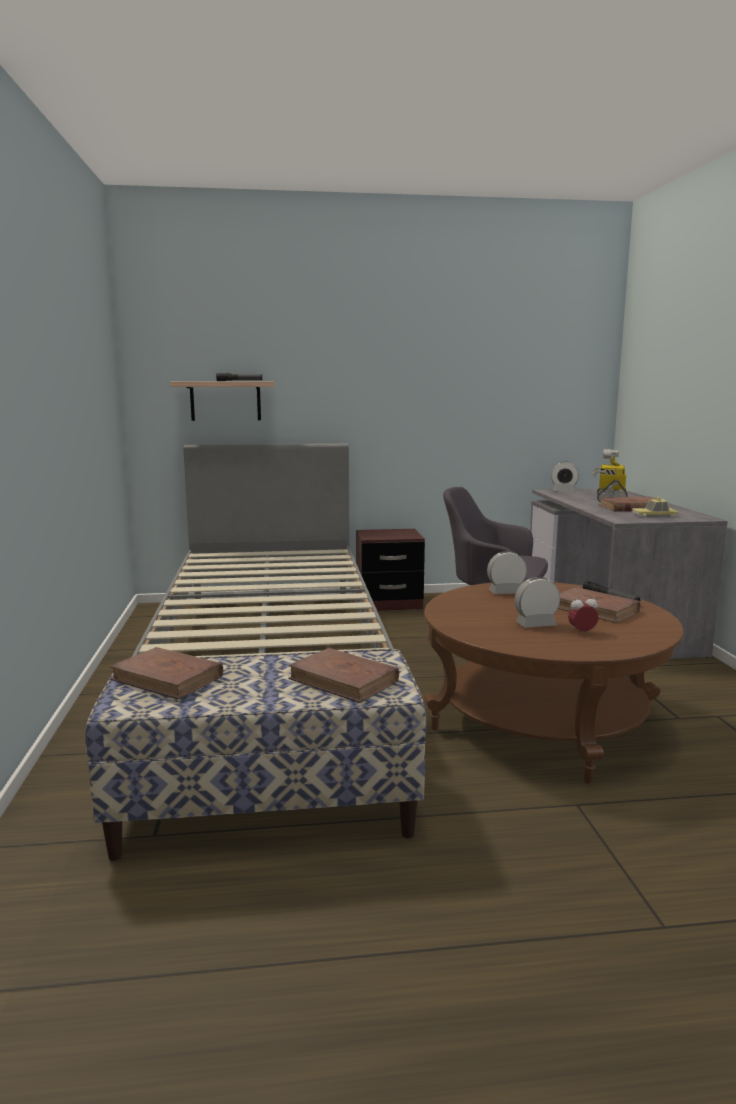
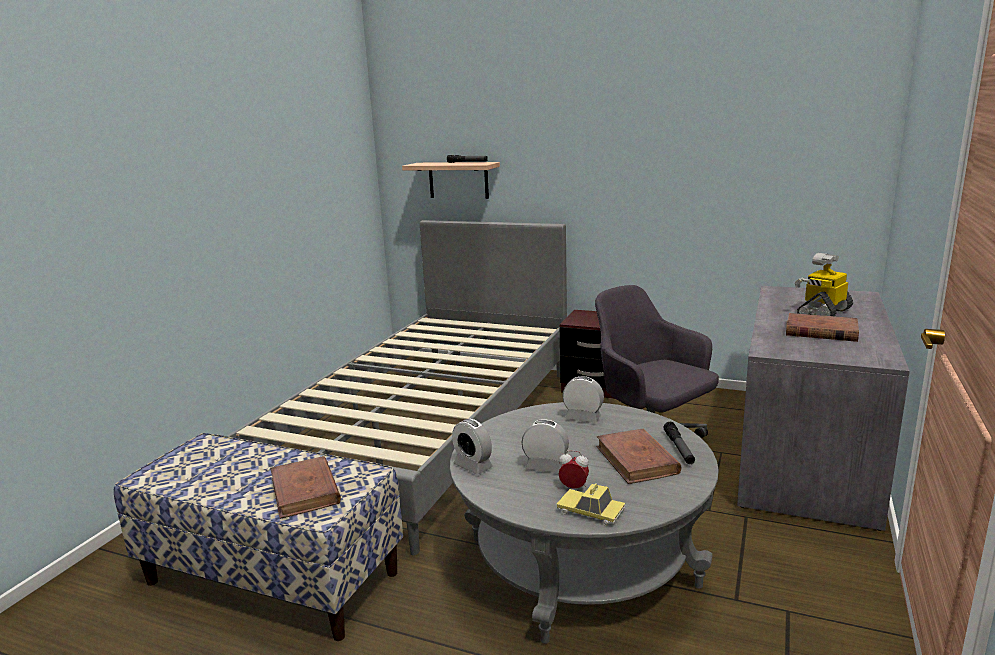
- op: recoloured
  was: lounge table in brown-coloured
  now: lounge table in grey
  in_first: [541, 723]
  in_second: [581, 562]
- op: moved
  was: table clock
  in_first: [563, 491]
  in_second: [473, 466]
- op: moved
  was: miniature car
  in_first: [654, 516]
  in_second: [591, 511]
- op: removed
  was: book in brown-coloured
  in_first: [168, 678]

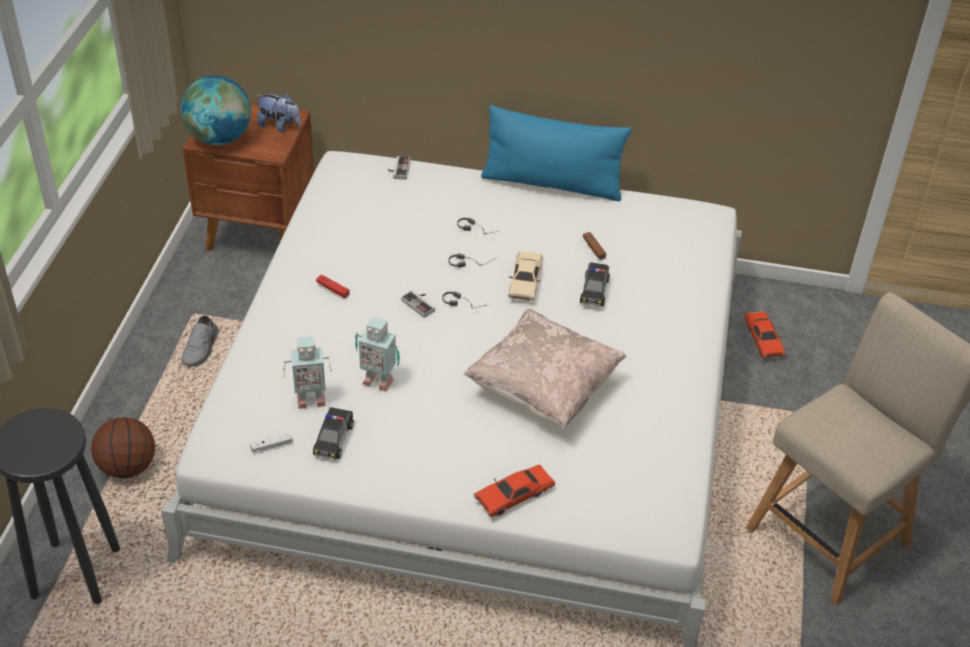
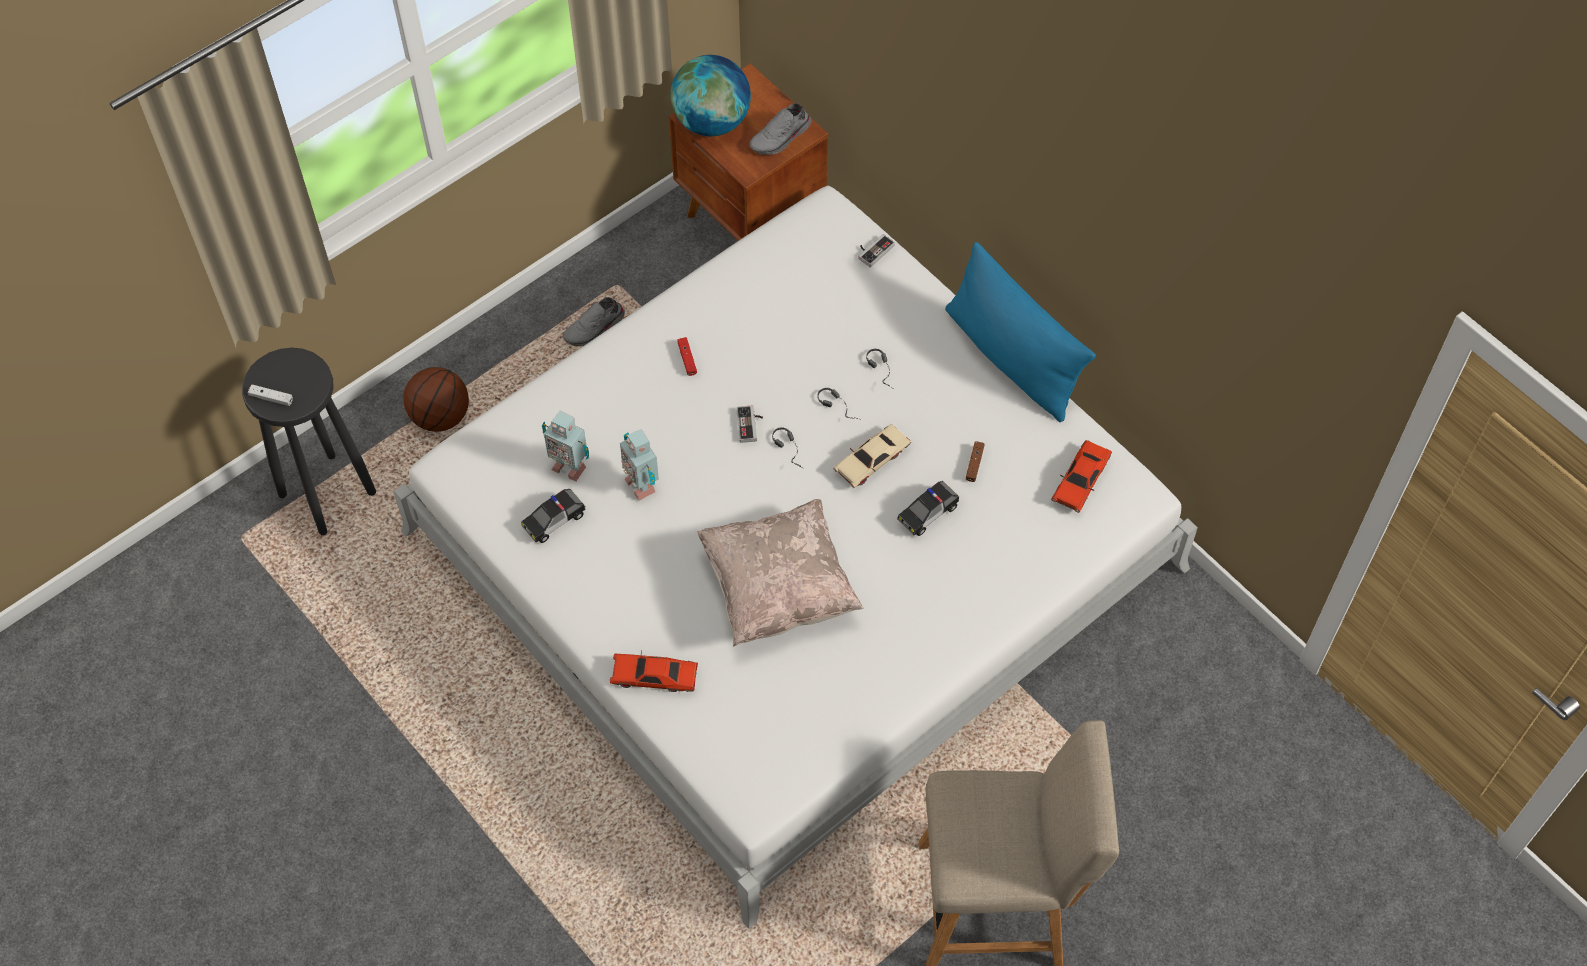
- op: moved
  was: game controller in white
  in_first: [271, 446]
  in_second: [271, 398]
- op: replaced
  was: plush toy
  now: low shoe in grey
  in_first: [279, 126]
  in_second: [781, 138]
- op: moved
  was: miniature car in reddish
  in_first: [763, 340]
  in_second: [1080, 481]

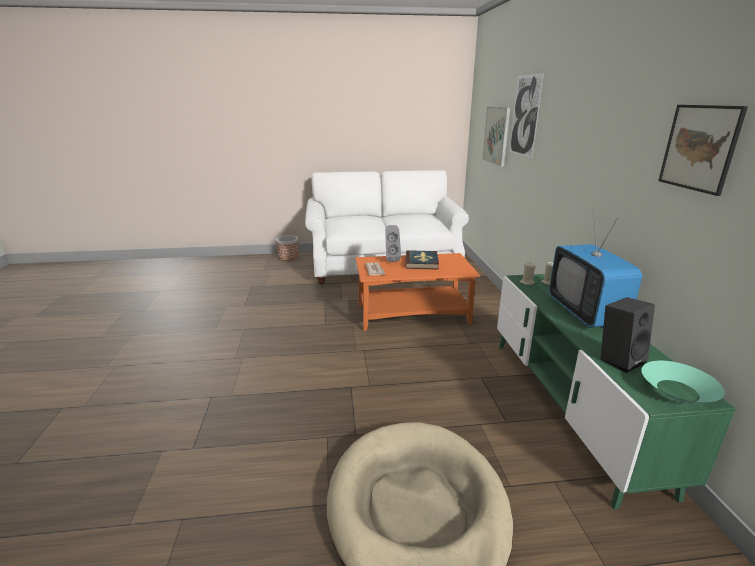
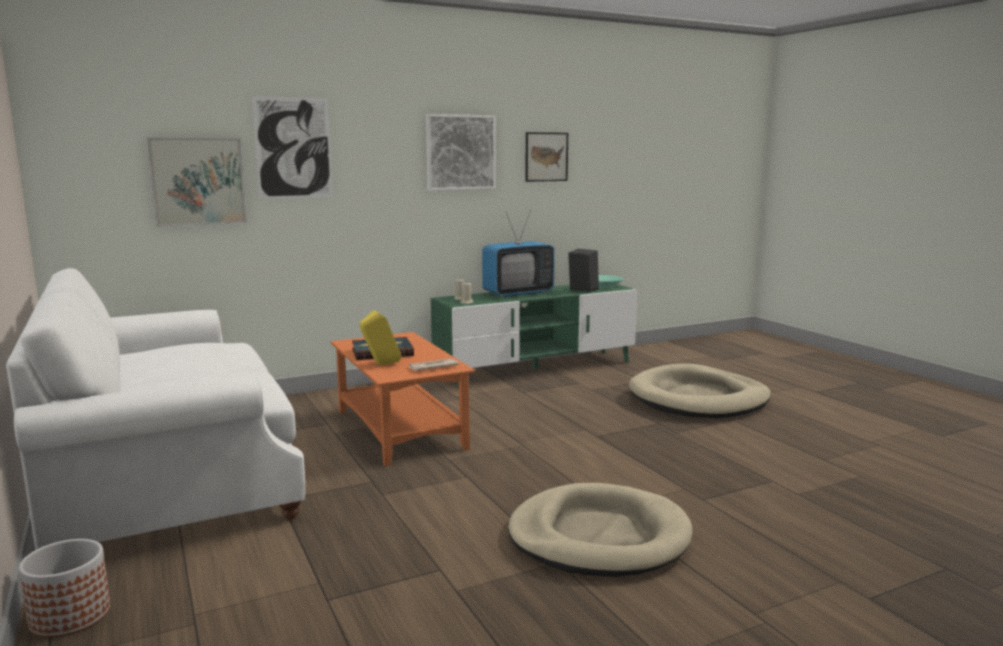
- op: recoloured
  was: loudspeaker in grey
  now: loudspeaker in yellow
  in_first: [391, 259]
  in_second: [380, 365]
- op: added
  now: picture
  in_second: [460, 152]
- op: added
  now: dog bed in beige-coloured
  in_second: [598, 537]

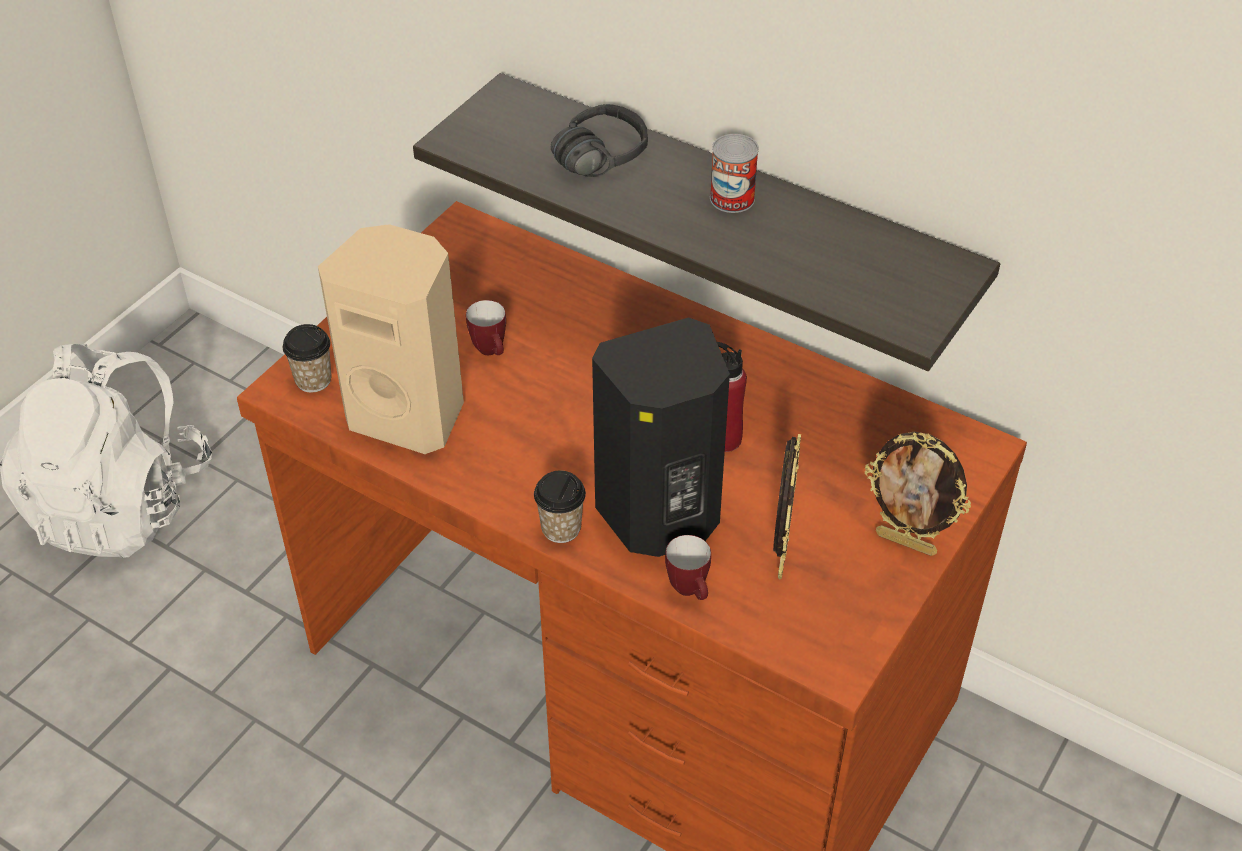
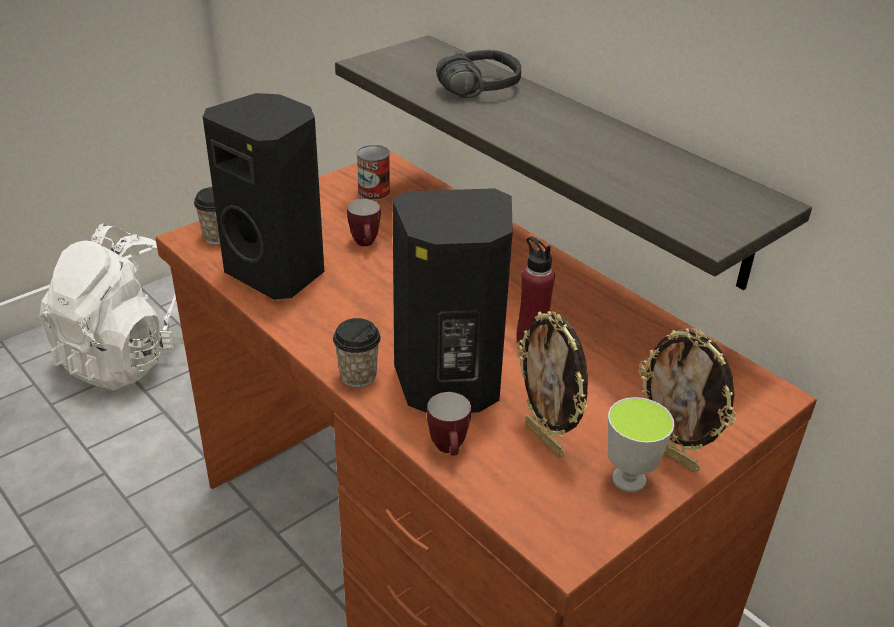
- op: recoloured
  was: loudspeaker in beige-coloured
  now: loudspeaker in black
  in_first: [409, 414]
  in_second: [278, 272]
- op: moved
  was: sealed can
  in_first: [732, 198]
  in_second: [374, 192]
- op: turned
  was: standing frame
  in_first: [780, 555]
  in_second: [546, 439]
  clockwise: 120
- op: added
  now: small cup
  in_second: [629, 479]

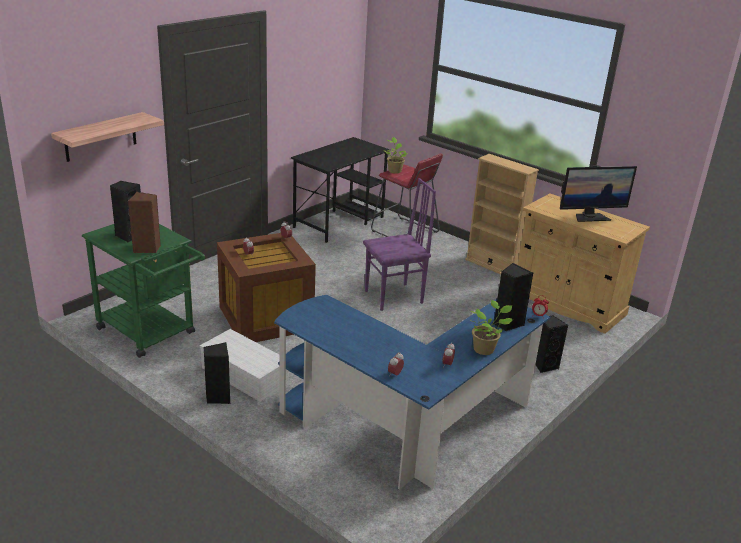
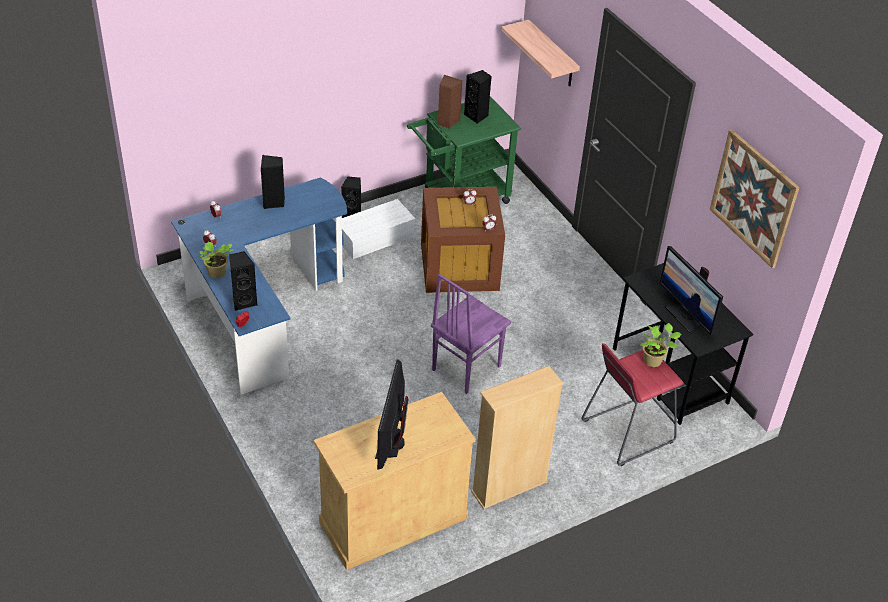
- op: moved
  was: loudspeaker in black
  in_first: [544, 365]
  in_second: [274, 202]
- op: turned
  was: chair in purple
  in_first: [394, 297]
  in_second: [465, 368]
  clockwise: 45
- op: added
  now: computer screen
  in_second: [685, 316]
- op: added
  now: picture
  in_second: [753, 198]

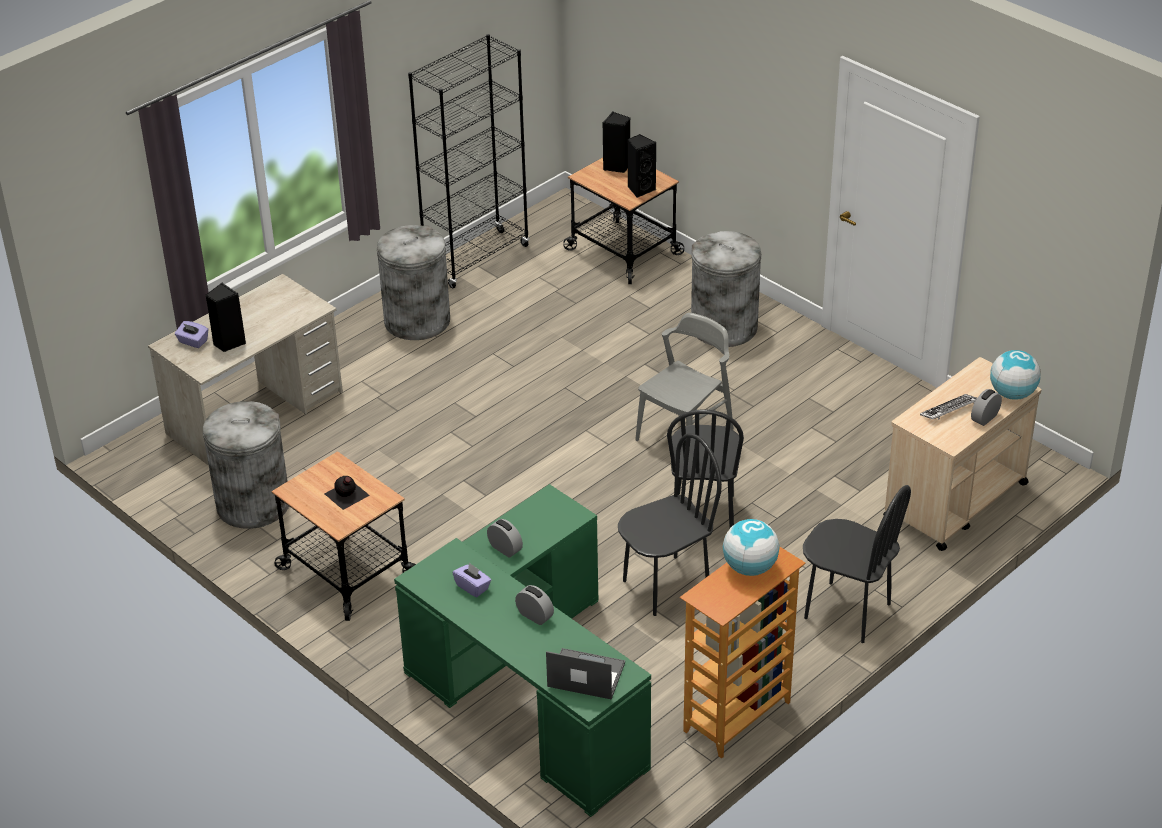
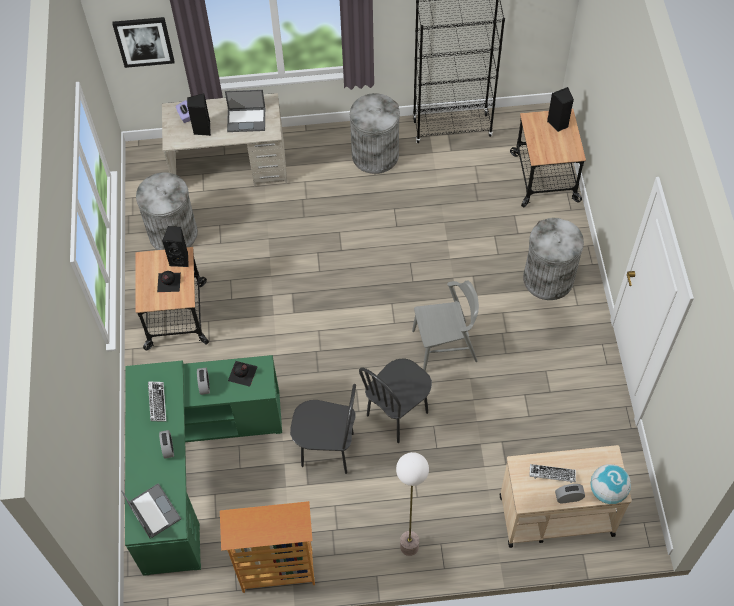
- op: added
  now: picture
  in_second: [144, 41]
- op: replaced
  was: tissue holder in purple
  now: PC keyboard
  in_first: [472, 587]
  in_second: [157, 403]
- op: moved
  was: loudspeaker in black
  in_first: [640, 189]
  in_second: [180, 259]
- op: added
  now: laptop
  in_second: [247, 119]
- op: added
  now: beverage bottle in black
  in_second: [243, 374]
- op: replaced
  was: chair in black
  now: standing lamp
  in_first: [847, 611]
  in_second: [409, 547]
- op: removed
  was: desk globe
  in_first: [749, 568]

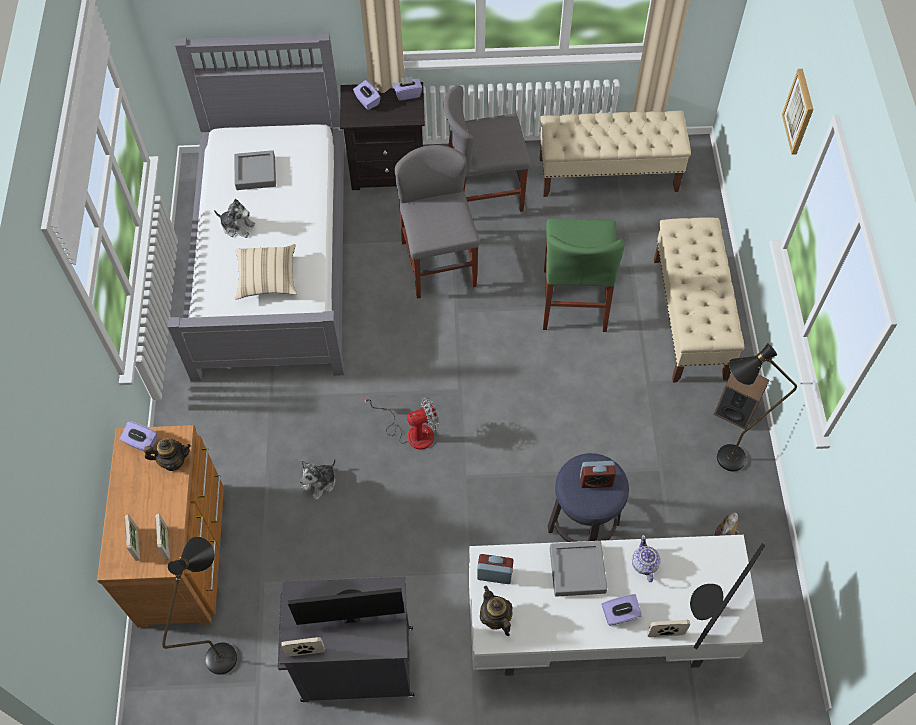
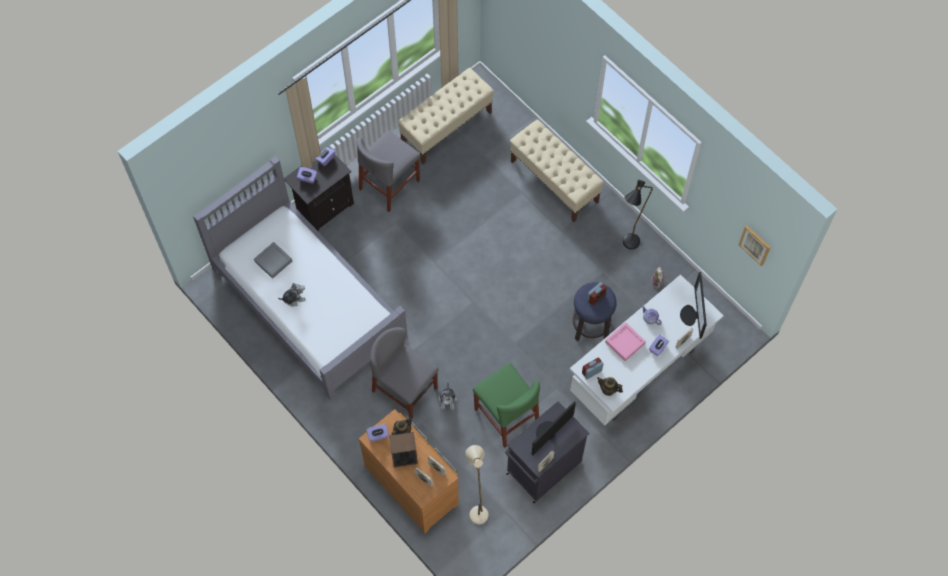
- op: moved
  was: chair in grey
  in_first: [439, 264]
  in_second: [405, 389]
- op: moved
  was: loudspeaker
  in_first: [734, 411]
  in_second: [404, 456]
- op: recoloured
  was: standing lamp in black
  now: standing lamp in beige-coloured
  in_first: [227, 648]
  in_second: [477, 508]
- op: moved
  was: chair in greenish
  in_first: [574, 299]
  in_second: [506, 416]
- op: recoloured
  was: carrying tray in grey
  now: carrying tray in pink
  in_first: [577, 570]
  in_second: [625, 343]
- op: moved
  was: picture
  in_first: [799, 112]
  in_second: [755, 245]
- op: removed
  was: cushion in beige-coloured
  in_first: [267, 278]
- op: removed
  was: electric fan
  in_first: [411, 432]

